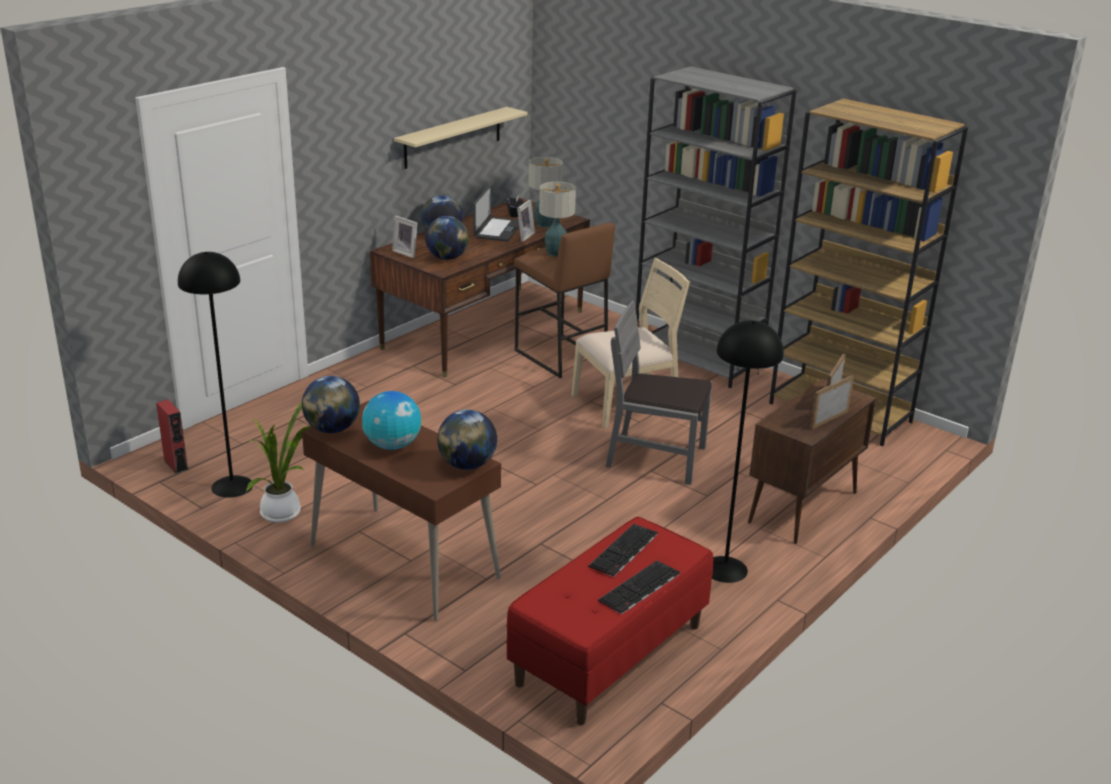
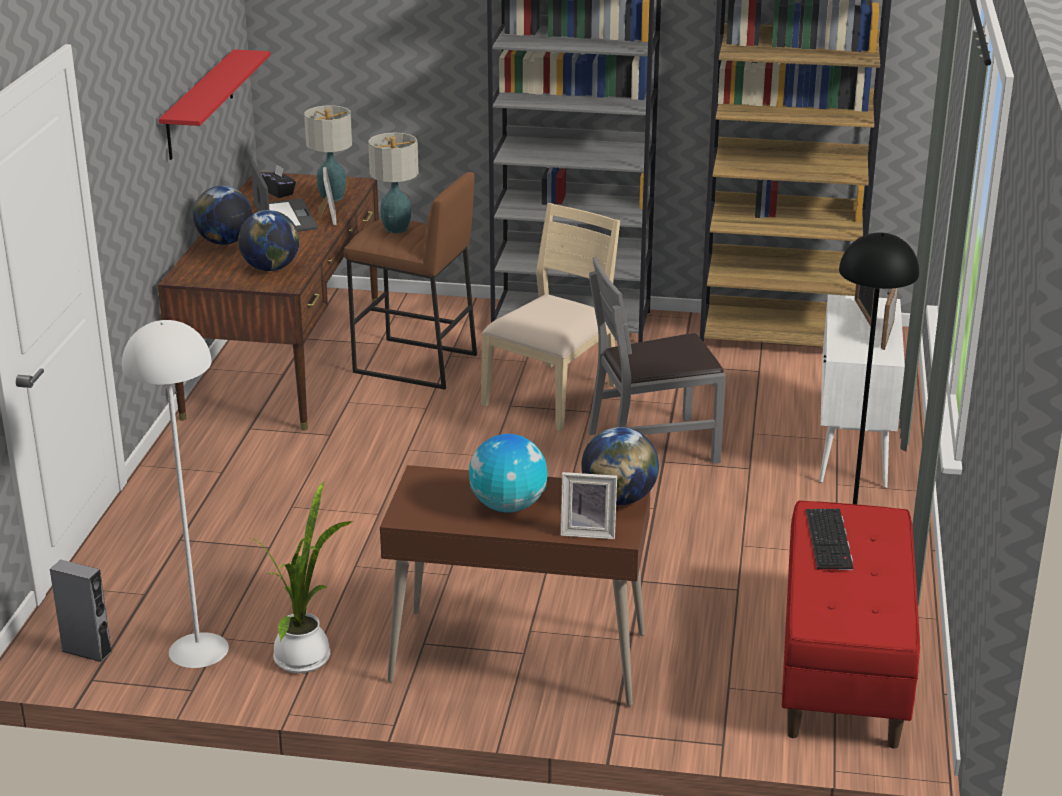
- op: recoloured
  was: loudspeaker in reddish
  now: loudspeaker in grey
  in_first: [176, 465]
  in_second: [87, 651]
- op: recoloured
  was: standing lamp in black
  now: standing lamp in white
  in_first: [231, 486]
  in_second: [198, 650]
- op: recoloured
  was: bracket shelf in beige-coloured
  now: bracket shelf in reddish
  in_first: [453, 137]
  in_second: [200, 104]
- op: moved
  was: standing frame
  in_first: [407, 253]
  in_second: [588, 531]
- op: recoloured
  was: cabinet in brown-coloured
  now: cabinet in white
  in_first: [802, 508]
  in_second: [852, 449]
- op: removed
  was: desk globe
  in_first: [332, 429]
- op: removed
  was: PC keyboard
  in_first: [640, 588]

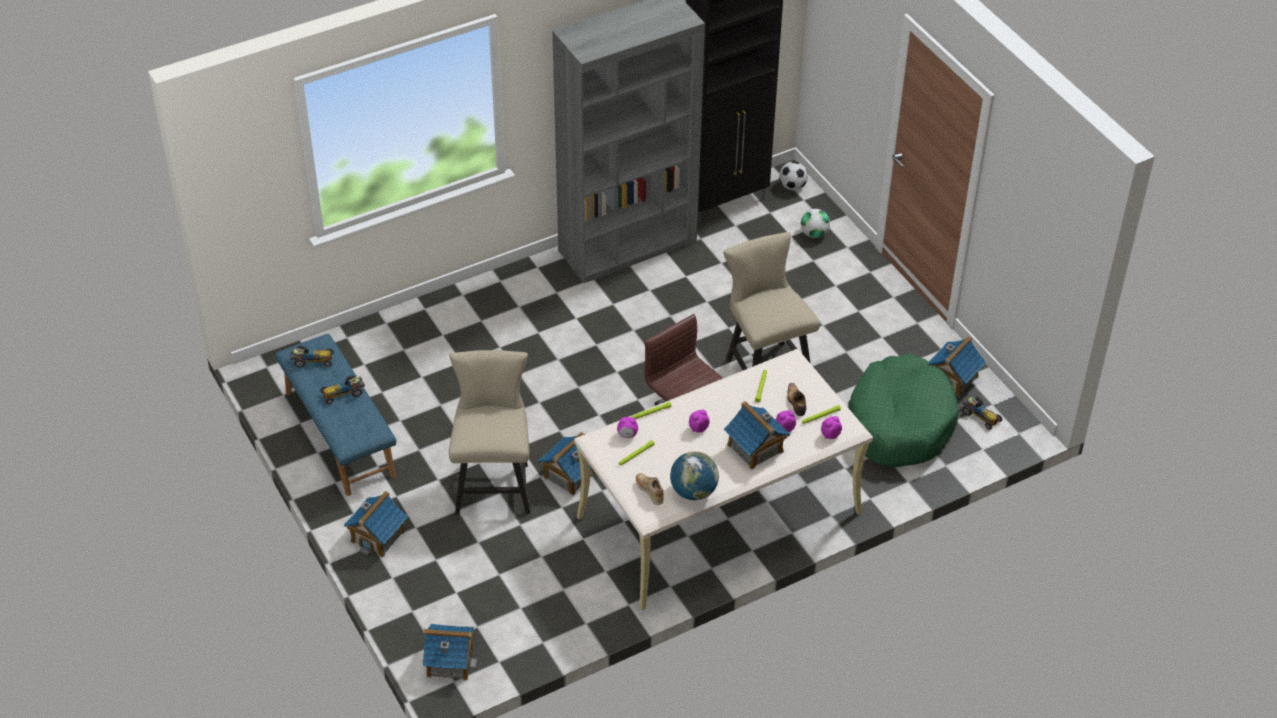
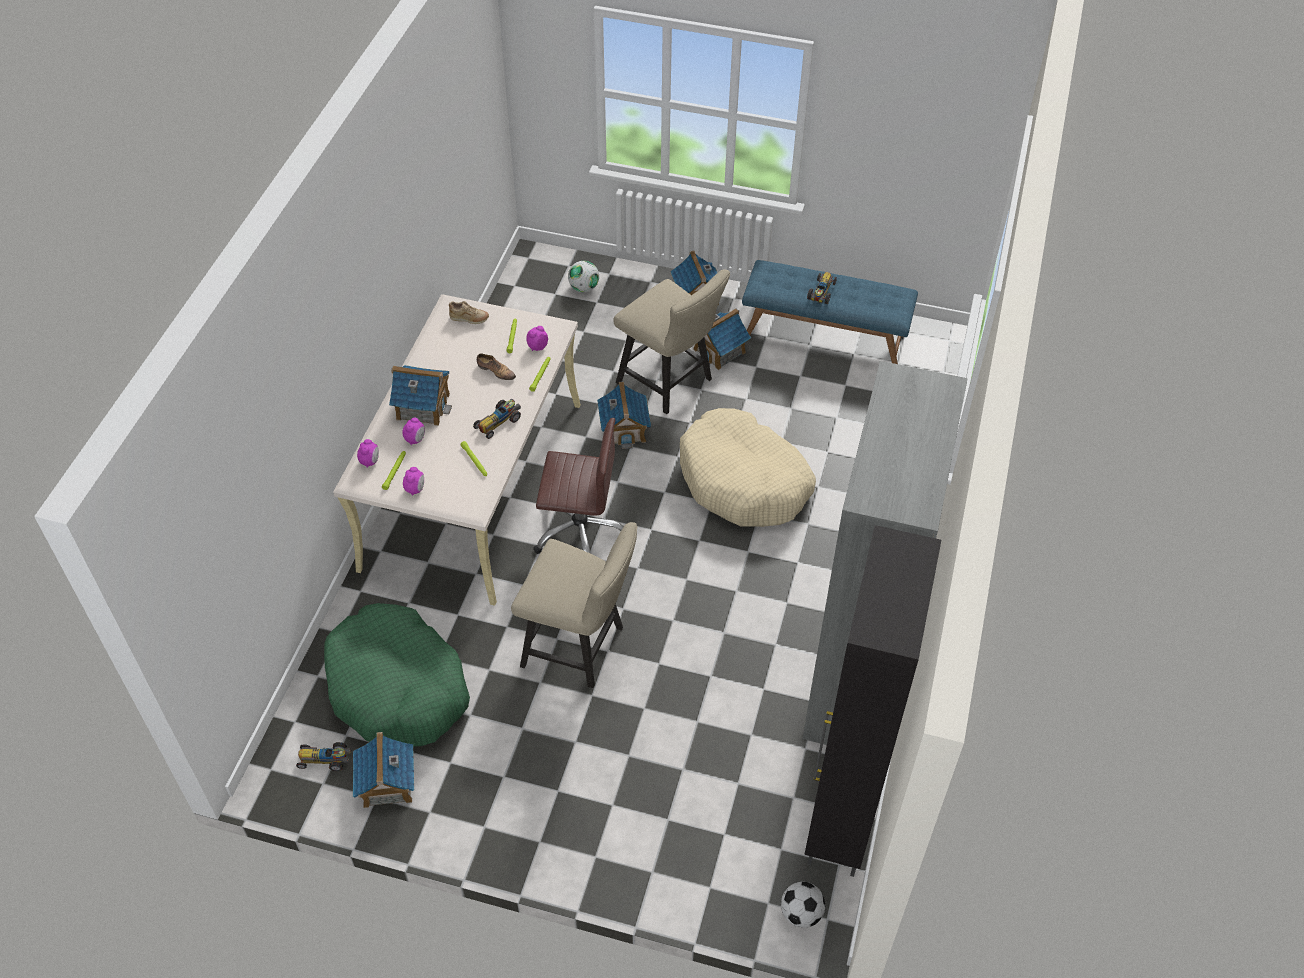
- op: moved
  was: table clock
  in_first: [698, 428]
  in_second: [415, 489]
- op: moved
  was: miniature car
  in_first: [311, 360]
  in_second: [499, 422]
- op: moved
  was: low shoe
  in_first: [796, 402]
  in_second: [496, 371]
- op: moved
  was: football
  in_first: [814, 234]
  in_second: [584, 288]
- op: added
  now: dog bed in beige-coloured
  in_second: [744, 481]
- op: moved
  was: model house
  in_first: [449, 661]
  in_second: [719, 351]
- op: removed
  was: desk globe
  in_first: [693, 492]

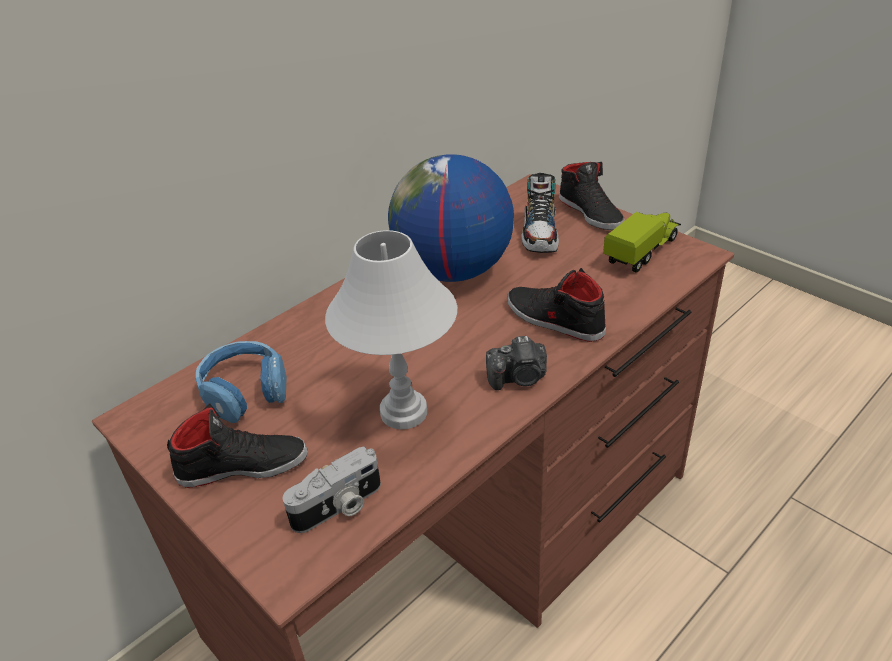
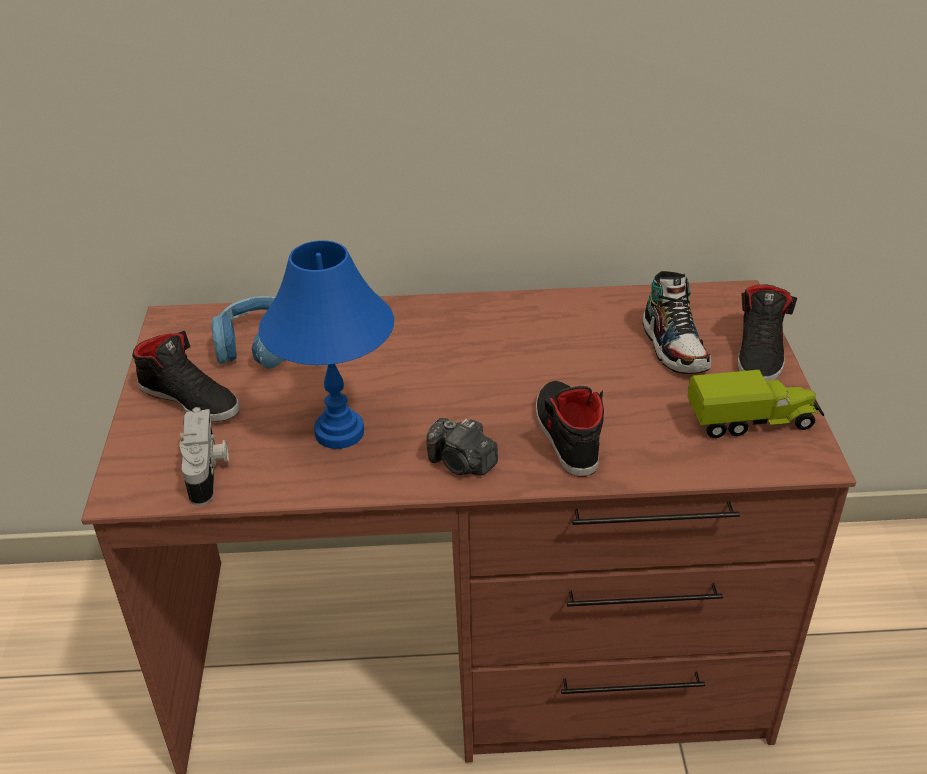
- op: turned
  was: still camera
  in_first: [339, 507]
  in_second: [207, 470]
  clockwise: -105
- op: recoloured
  was: lamp for a table in white
  now: lamp for a table in blue
  in_first: [405, 412]
  in_second: [340, 432]
- op: turned
  was: low shoe
  in_first: [540, 234]
  in_second: [674, 347]
  clockwise: -60
- op: removed
  was: desk globe
  in_first: [453, 271]

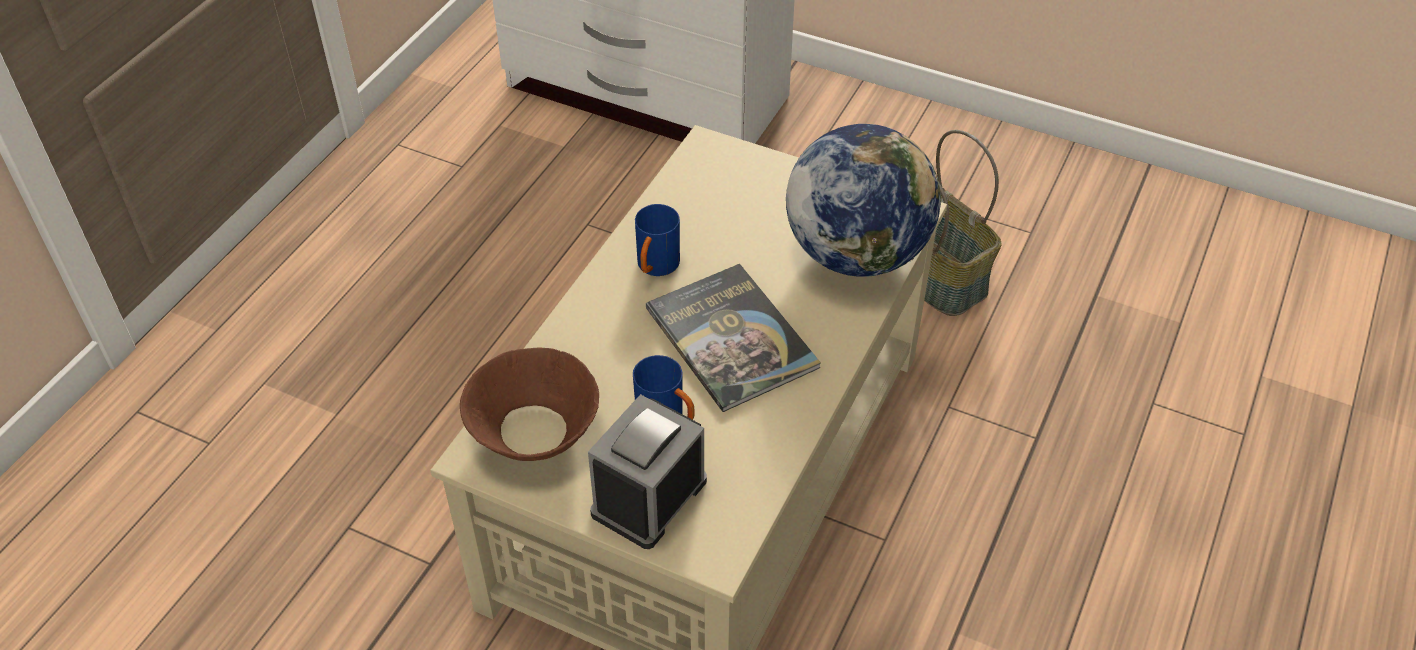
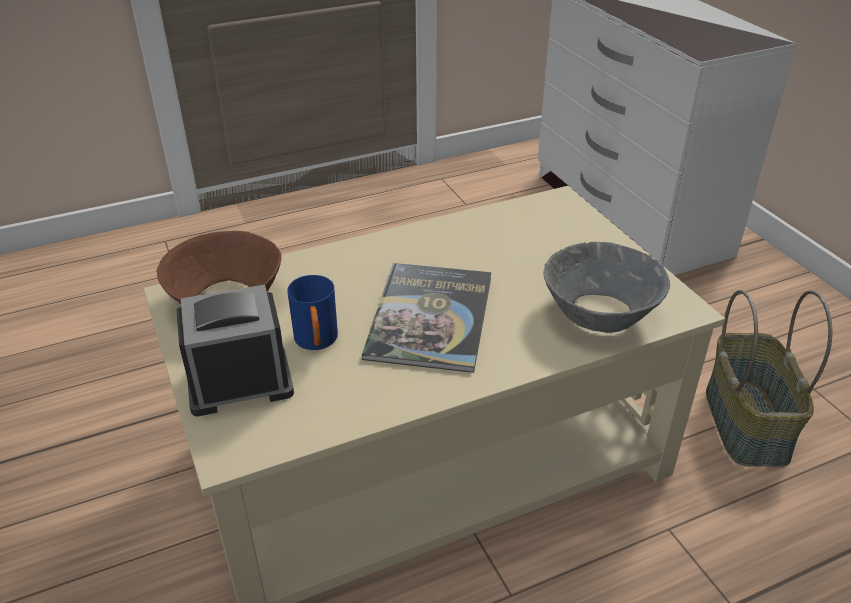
- op: replaced
  was: desk globe
  now: bowl in grey
  in_first: [856, 253]
  in_second: [600, 313]
- op: removed
  was: coffee mug in blue
  in_first: [655, 268]

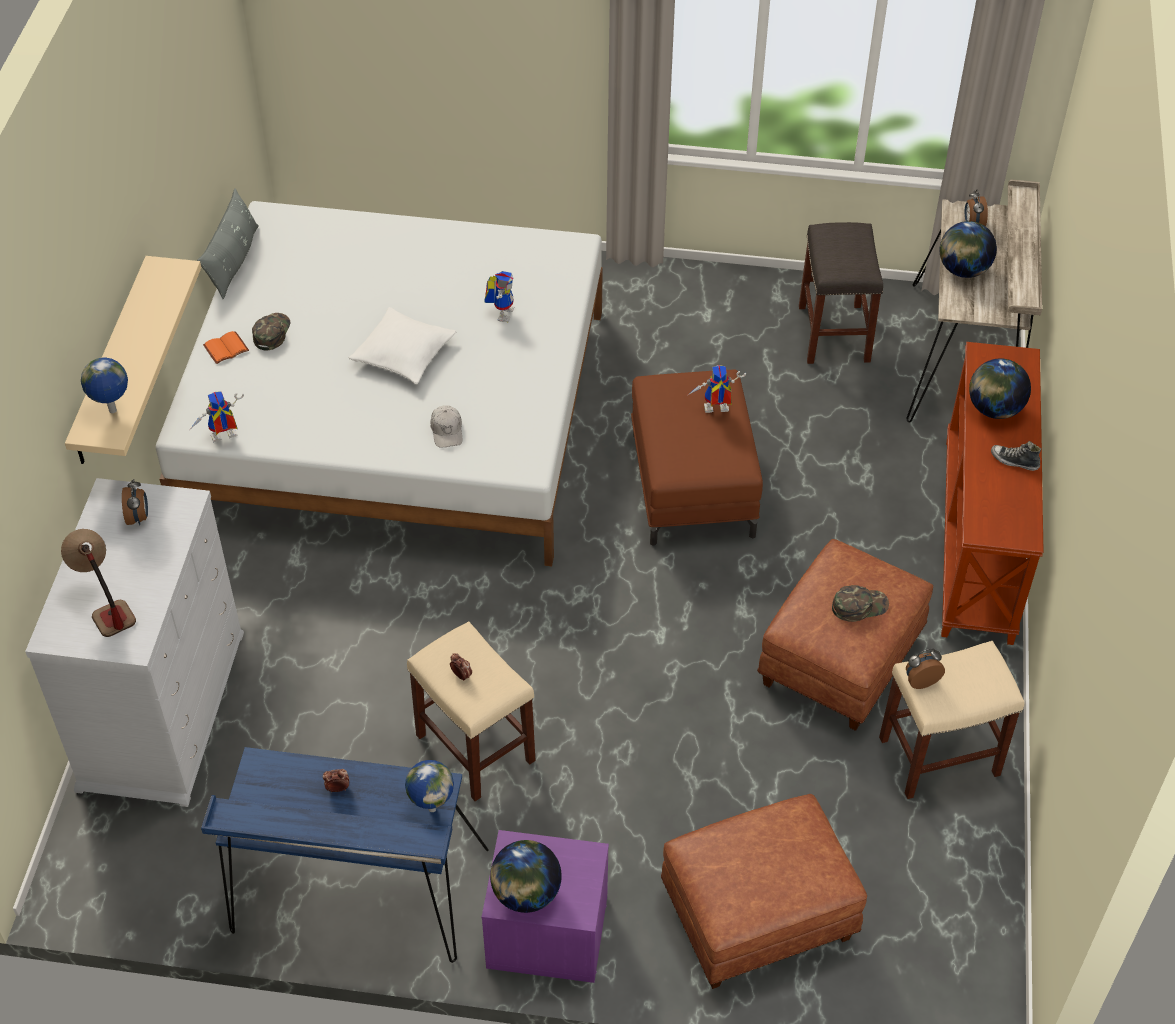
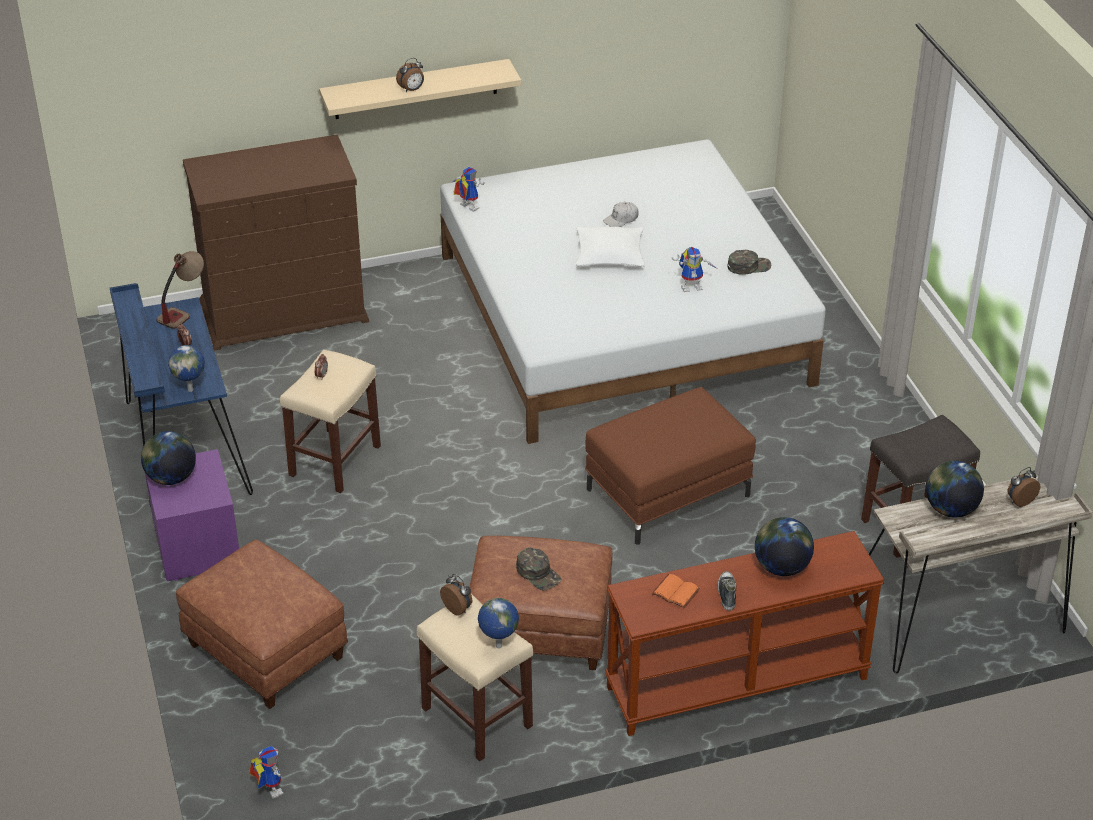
- op: moved
  was: lamp for a table
  in_first: [104, 605]
  in_second: [183, 311]
- op: recoloured
  was: dresser in white
  now: dresser in brown-coloured
  in_first: [162, 709]
  in_second: [284, 311]
- op: moved
  was: model robot
  in_first: [714, 411]
  in_second: [268, 788]
- op: moved
  was: table clock
  in_first: [138, 517]
  in_second: [411, 89]
- op: moved
  was: desk globe
  in_first: [113, 411]
  in_second: [498, 646]
- op: moved
  was: cap in white
  in_first: [447, 431]
  in_second: [621, 220]
- op: moved
  was: book in orangey
  in_first: [226, 349]
  in_second: [674, 592]
- op: moved
  was: cap in greenish
  in_first: [271, 332]
  in_second: [749, 266]
- op: removed
  was: cushion in grey
  in_first: [233, 261]

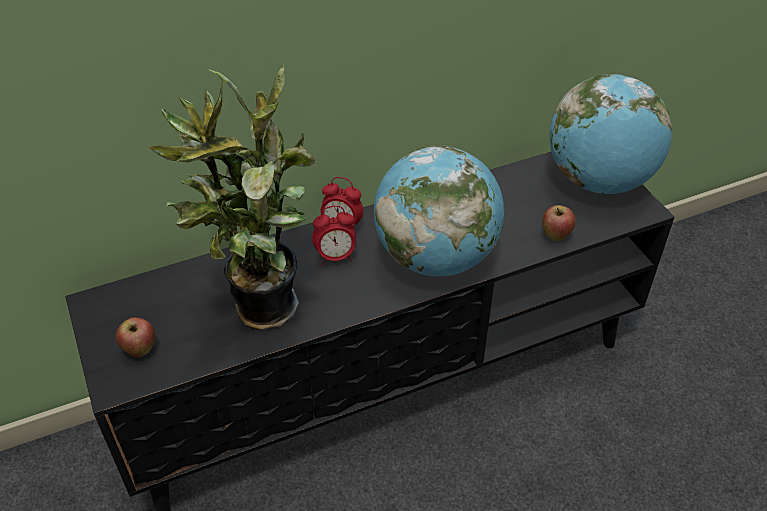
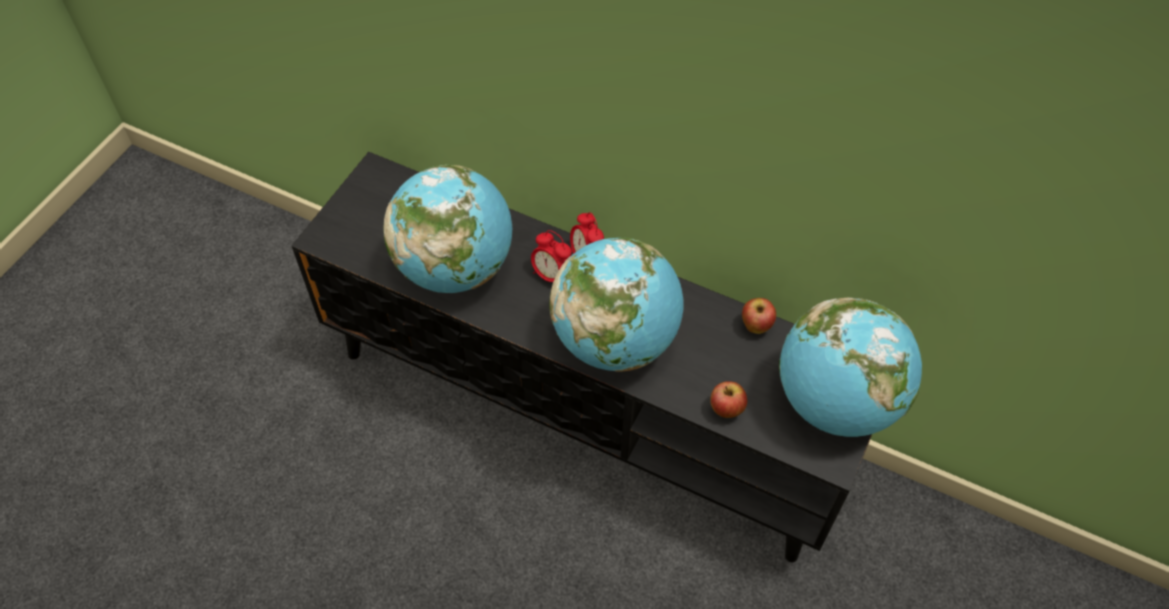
- op: replaced
  was: houseplant
  now: desk globe
  in_first: [259, 310]
  in_second: [455, 267]
- op: moved
  was: whole apple
  in_first: [140, 350]
  in_second: [756, 326]

